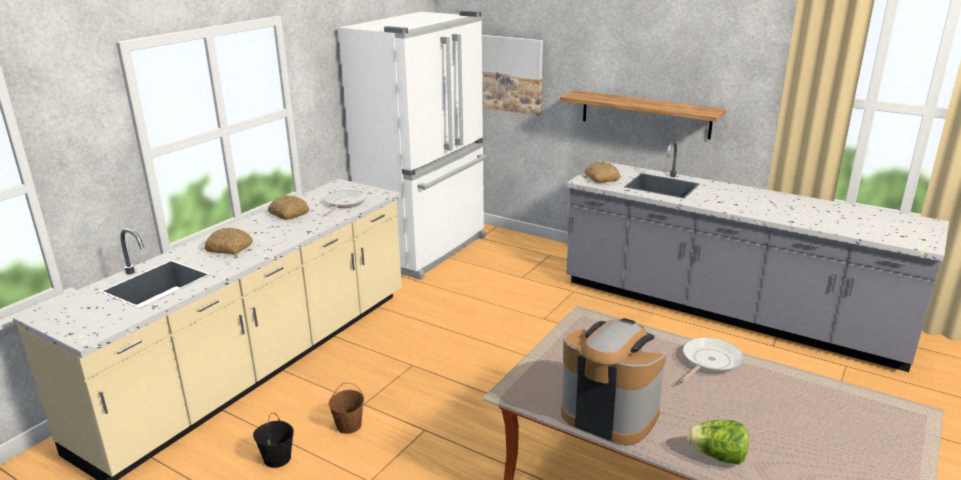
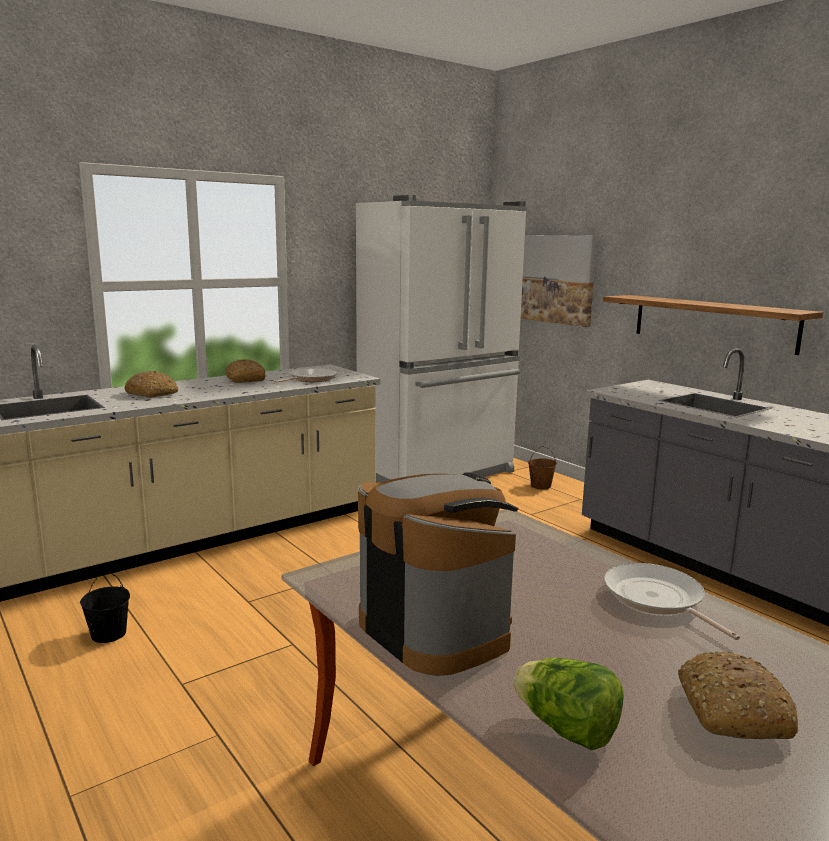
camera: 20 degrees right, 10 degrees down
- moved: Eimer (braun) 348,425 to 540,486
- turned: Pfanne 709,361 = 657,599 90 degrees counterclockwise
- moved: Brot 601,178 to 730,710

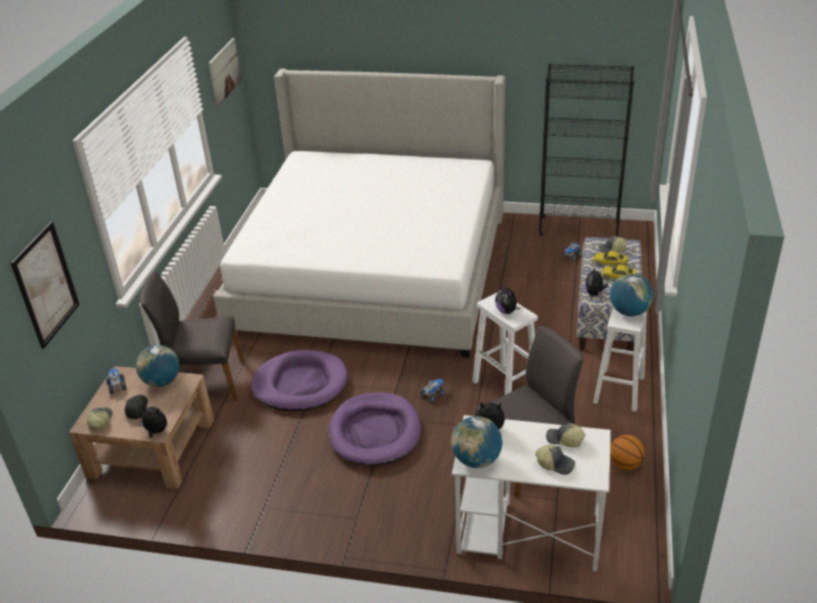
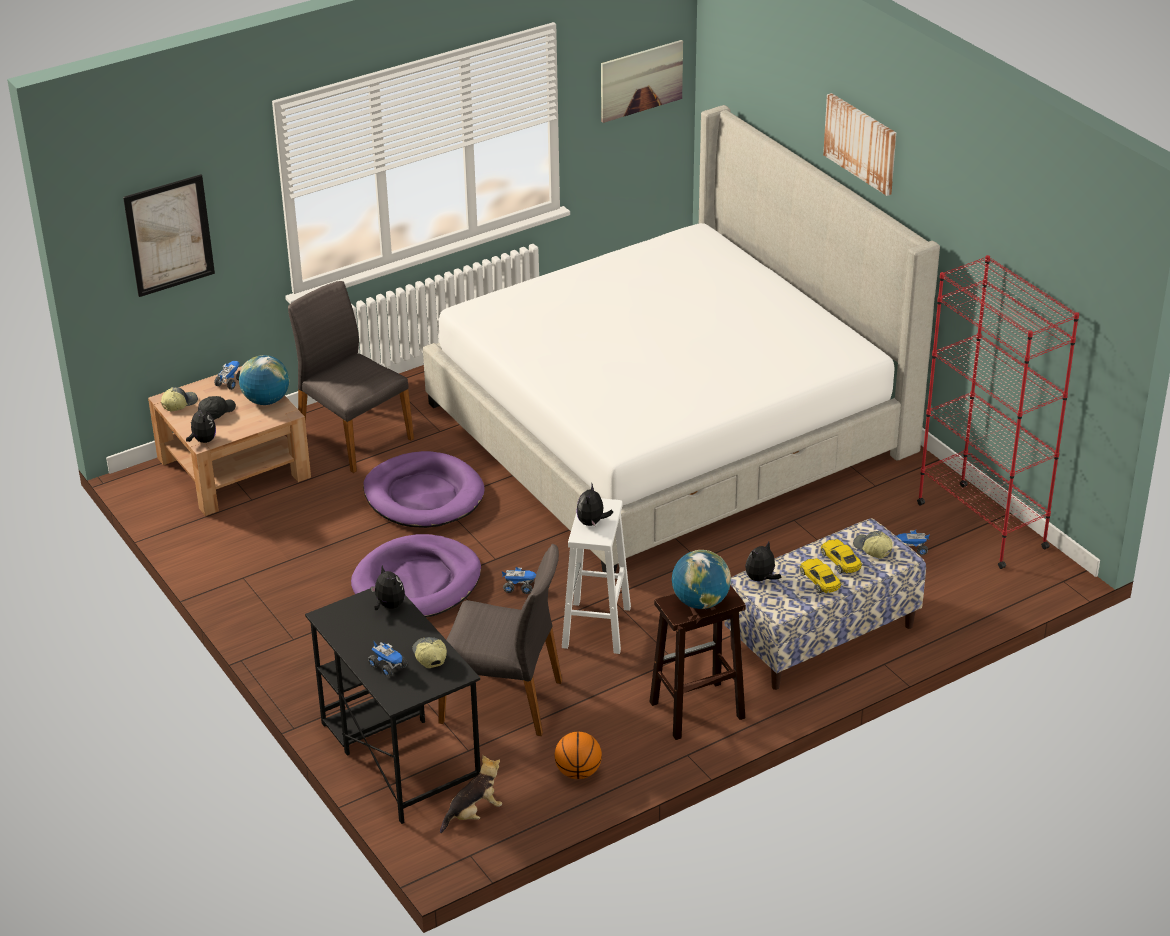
camera: 45 degrees right, 0 degrees up
- recoloured: Schreibtisch (weiß) 527,533 to Schreibtisch (schwarz) 399,754
- replaced: Kappe 555,464 to Spielzeuglaster 388,666
- added: Plüschtier 474,813
- recoloured: Hocker (weiß) 619,390 to Hocker (braun) 696,711
- added: Bild 861,143
- recoloured: Bücherregal (schwarz) 578,228 to Bücherregal (rot) 981,525
- removed: Globus 476,460

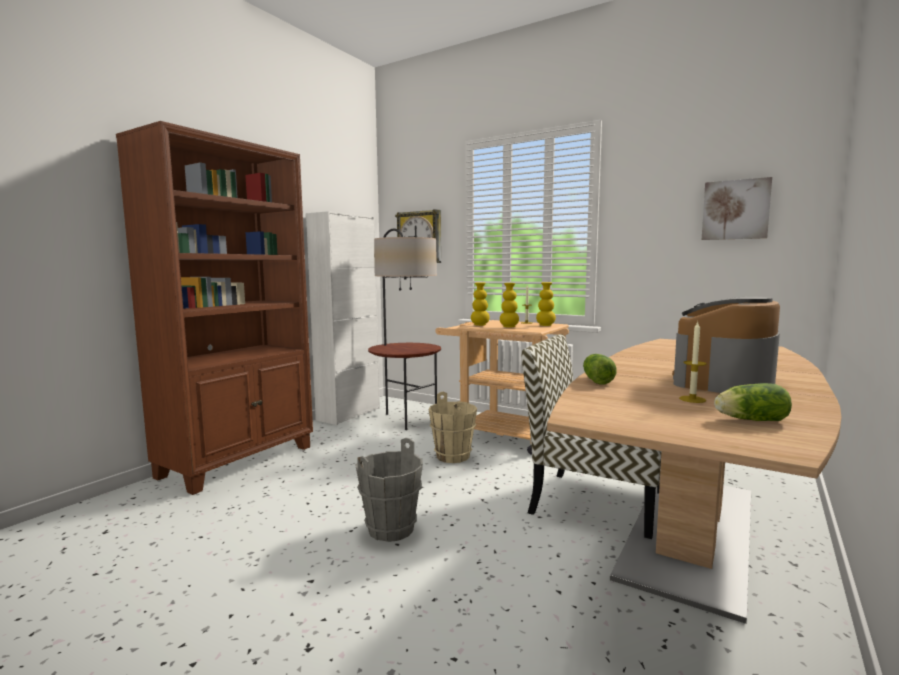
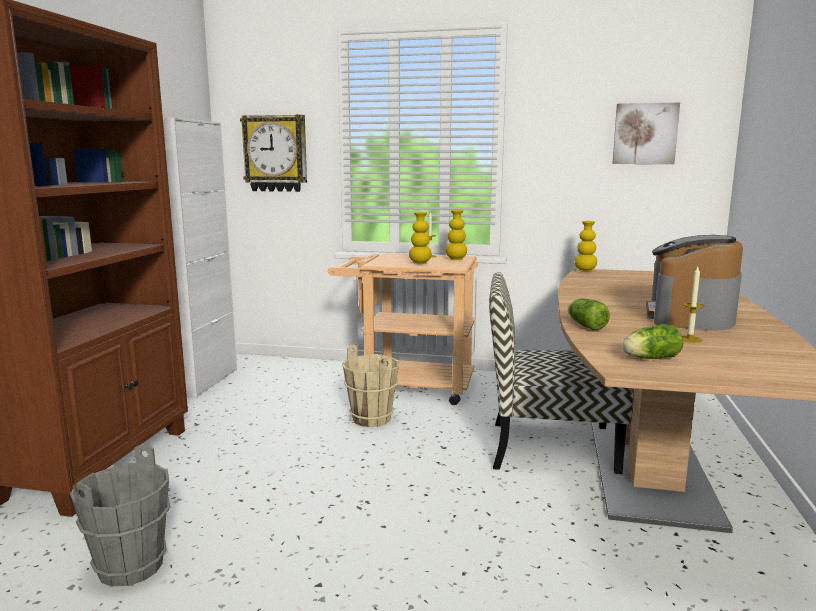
camera: 20 degrees left, 5 degrees up
- moved: Eimer (grau) 391,529 to 131,567
- moved: Vase (gelb) 480,325 to 585,271
- moved: Salatkopf 748,420 to 649,358
- removed: Stehlampe 406,420

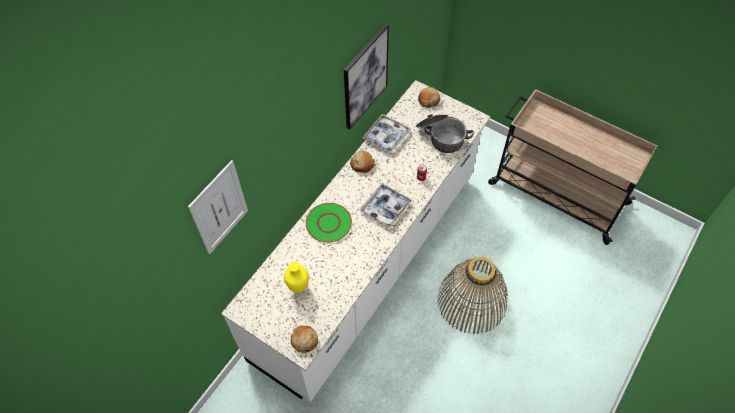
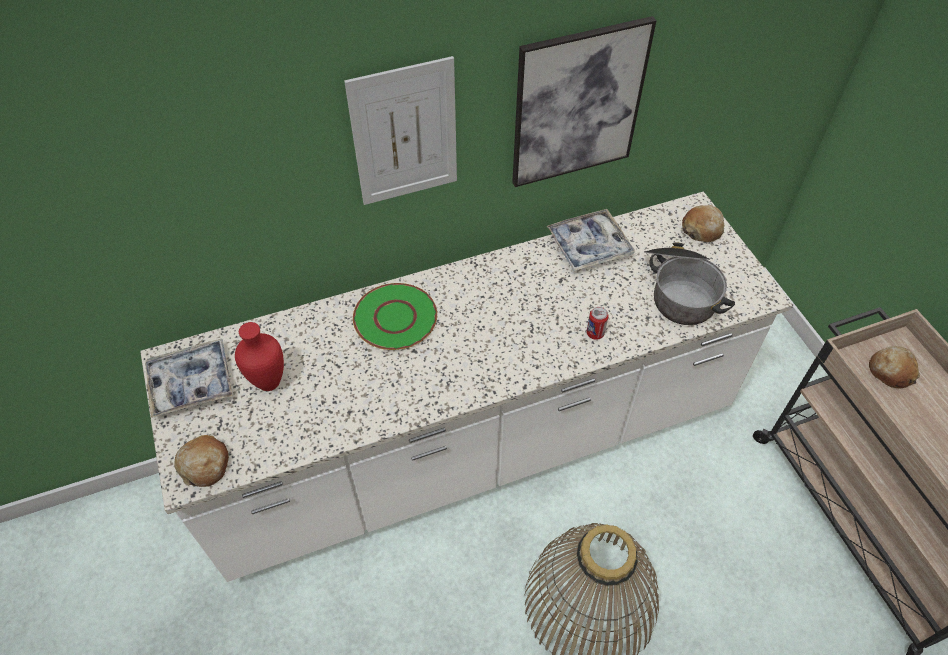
camera: 35 degrees right, 5 degrees down
- moved: Tablett 385,208 to 191,383
- recoloured: Vase (gelb) 299,288 to Vase (rot) 270,383
- moved: Bild 219,208 to 405,134
- moved: Brot 362,164 to 890,371

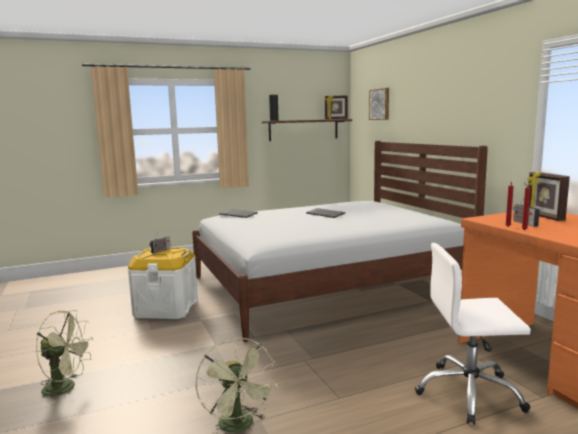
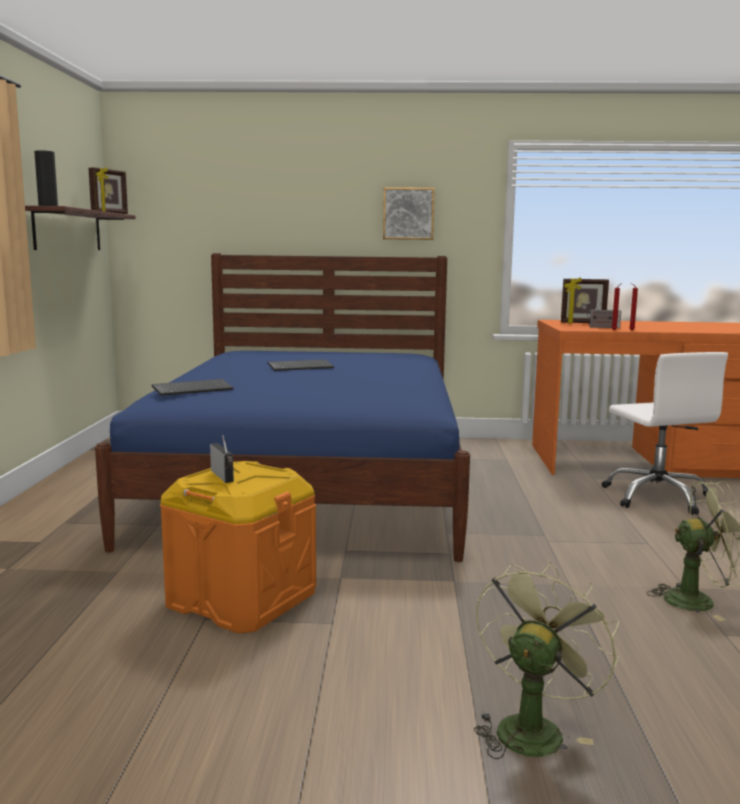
camera: 65 degrees left, 0 degrees up
- recoloured: Bett (weiß) 327,285 to Bett (blau) 311,483
- recoloured: Aufbewahrungsbox (weiß) 166,308 to Aufbewahrungsbox (orange) 241,599
- moved: Bild 380,104 to 408,213
- turned: Bürostuhl (weiß) 469,393 = 657,497 45 degrees counterclockwise

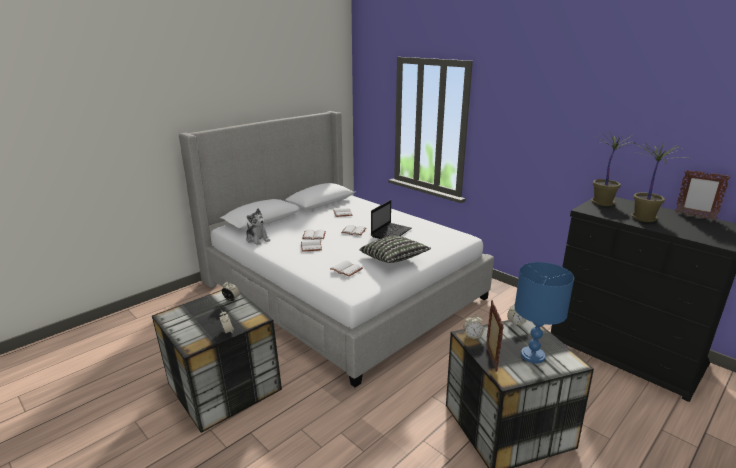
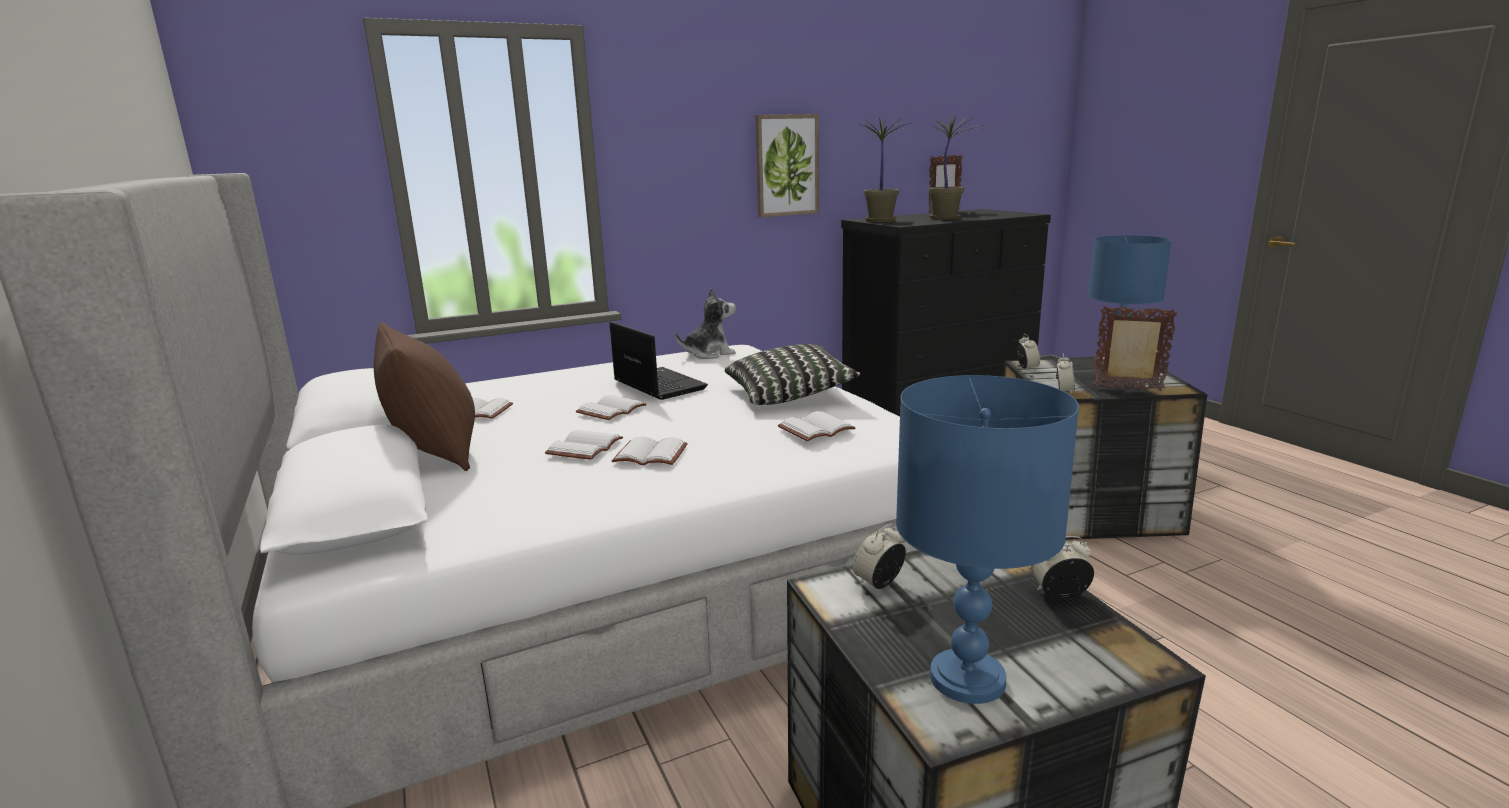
camera: 70 degrees left, 5 degrees down
- added: Kissen (braun) 435,452
- moved: Plüschtier 257,239 to 709,354
- added: Bild 787,165
- added: Tischlampe (blau) 969,678

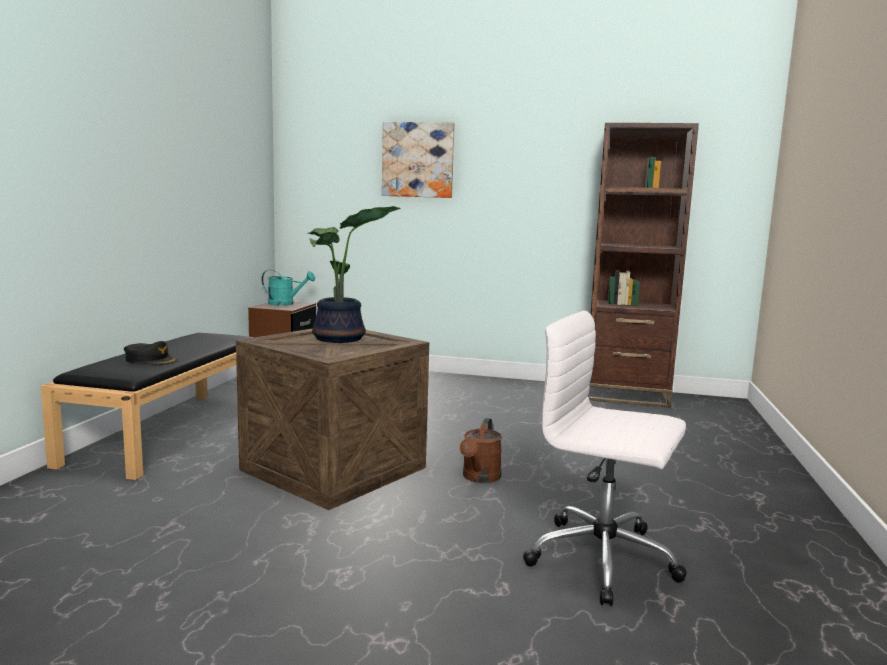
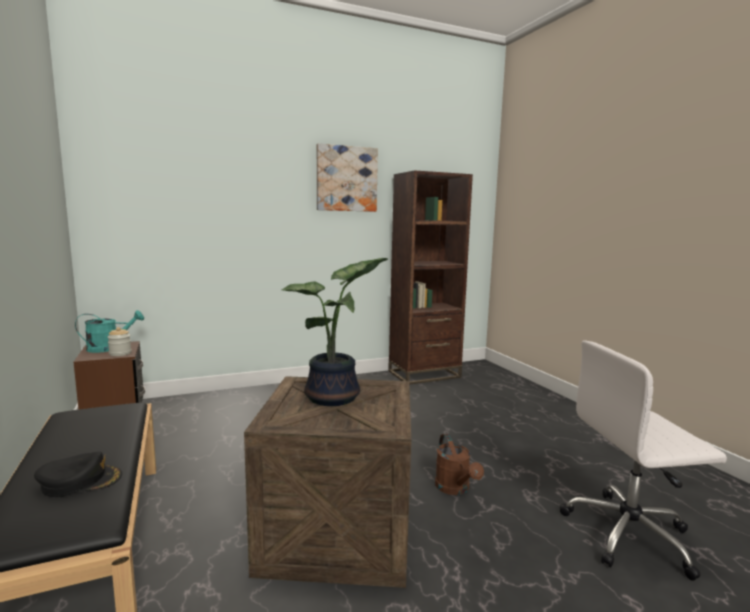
camera: 35 degrees left, 0 degrees up
- added: Vorratsglas 120,353
- moved: Bild 418,160 to 346,179

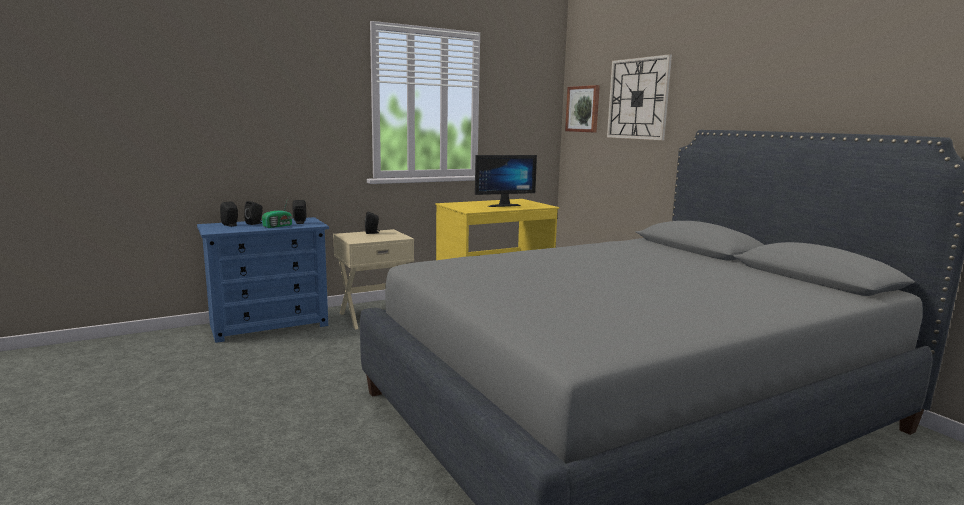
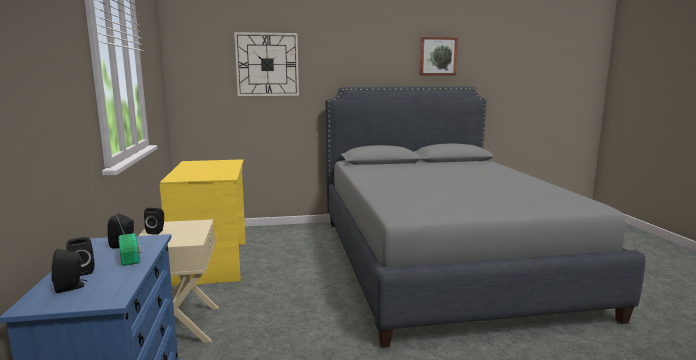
camera: 70 degrees left, 0 degrees up
- moved: Bild 583,109 to 437,56
- removed: Monitor 502,205

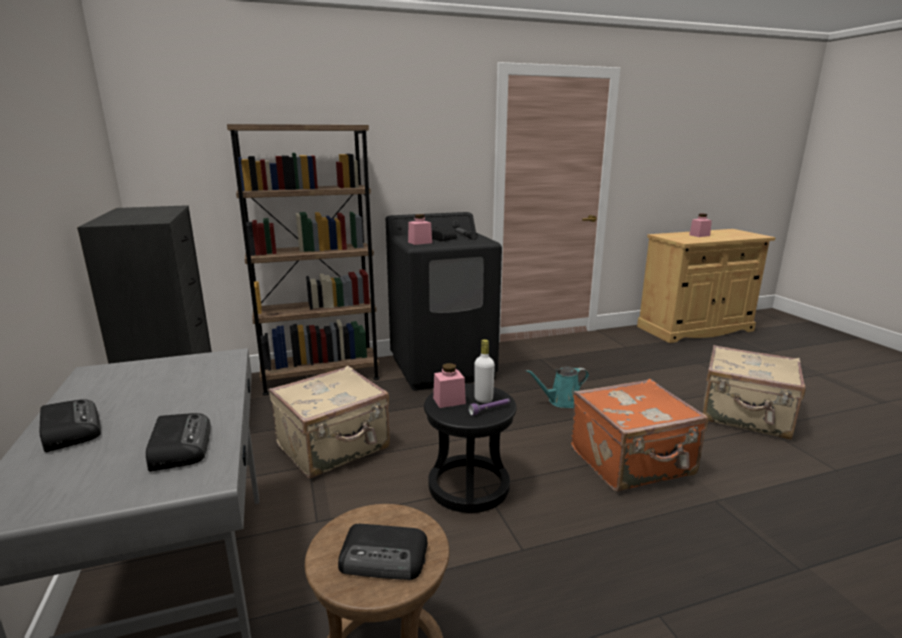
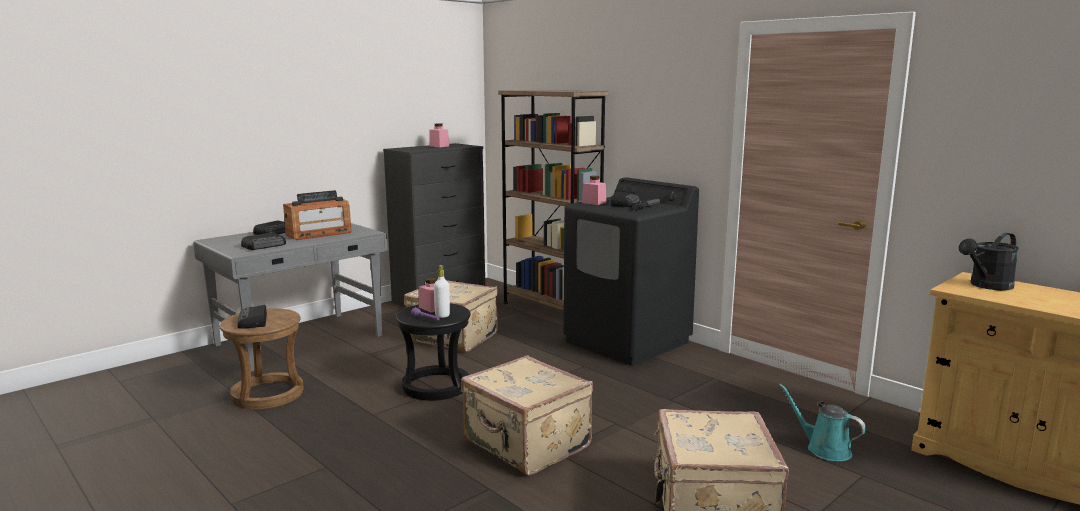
camera: 65 degrees right, 5 degrees down
- added: Radio 319,234
- moved: Vorratsglas (rosa) 699,235 to 439,146
- recoloured: Koffer (orange) 632,462 to Koffer (beige) 526,445
- moved: Gießkanne (türkis) 561,402 to 824,449
- added: Gießkanne (schwarz) 987,286

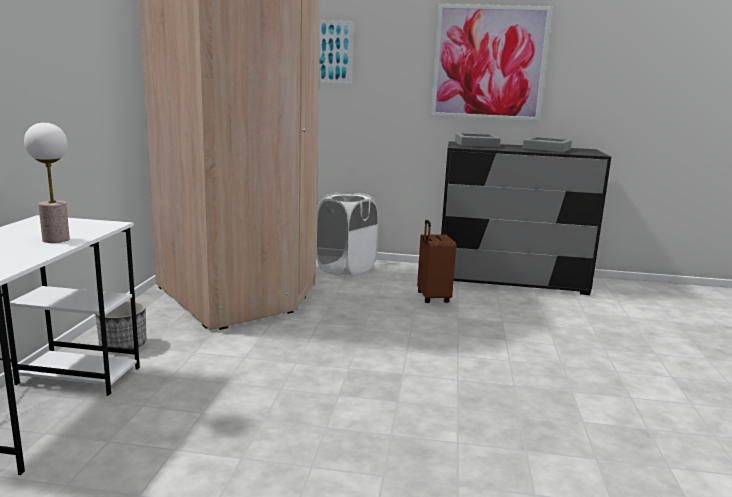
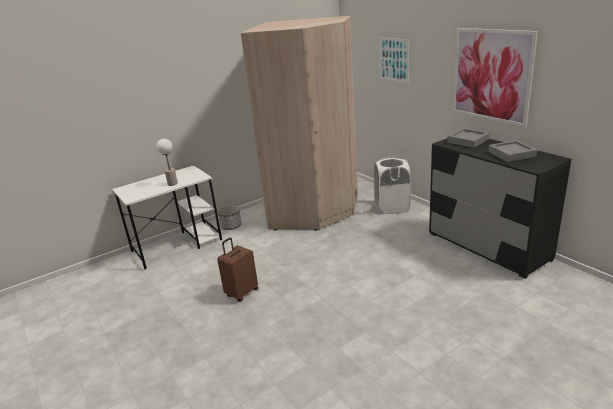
camera: 50 degrees right, 10 degrees up
- moved: Koffer (braun) 432,298 to 241,293

